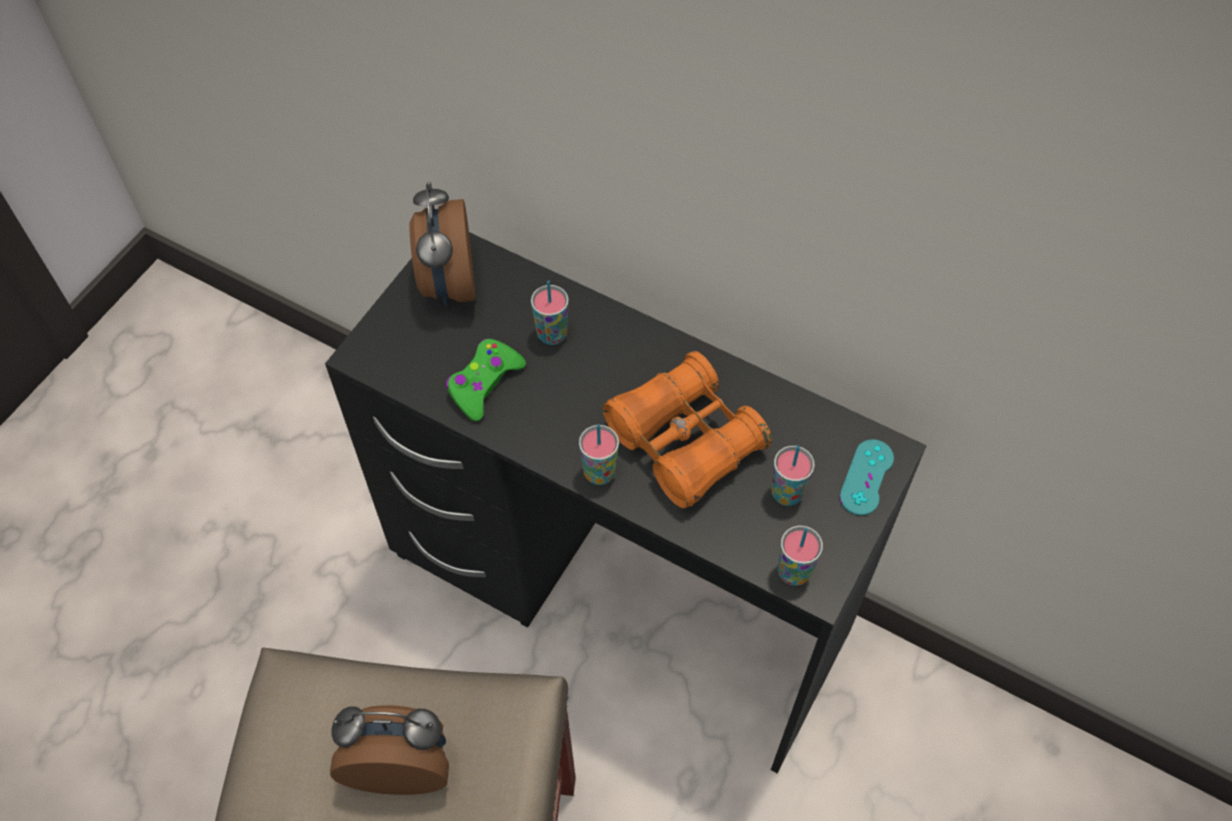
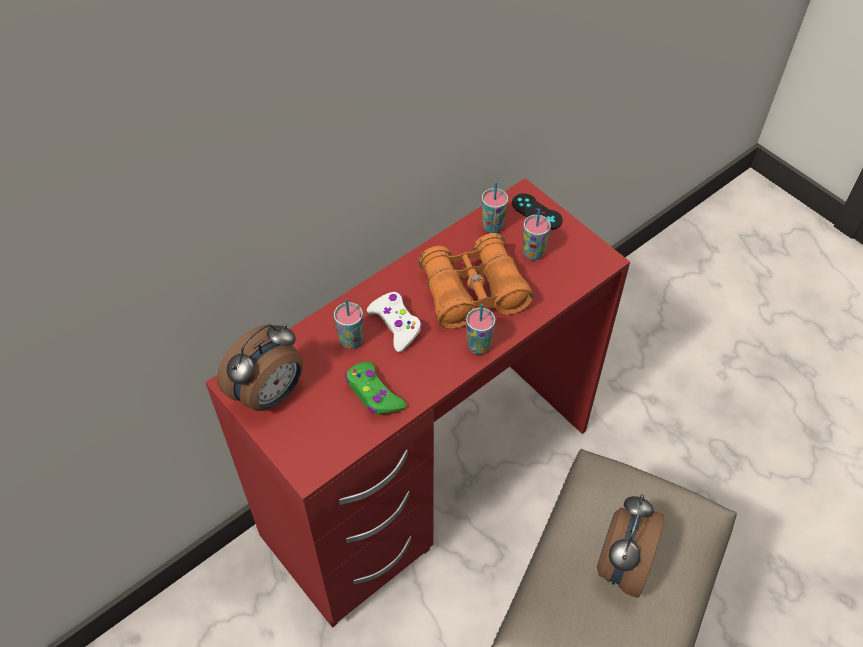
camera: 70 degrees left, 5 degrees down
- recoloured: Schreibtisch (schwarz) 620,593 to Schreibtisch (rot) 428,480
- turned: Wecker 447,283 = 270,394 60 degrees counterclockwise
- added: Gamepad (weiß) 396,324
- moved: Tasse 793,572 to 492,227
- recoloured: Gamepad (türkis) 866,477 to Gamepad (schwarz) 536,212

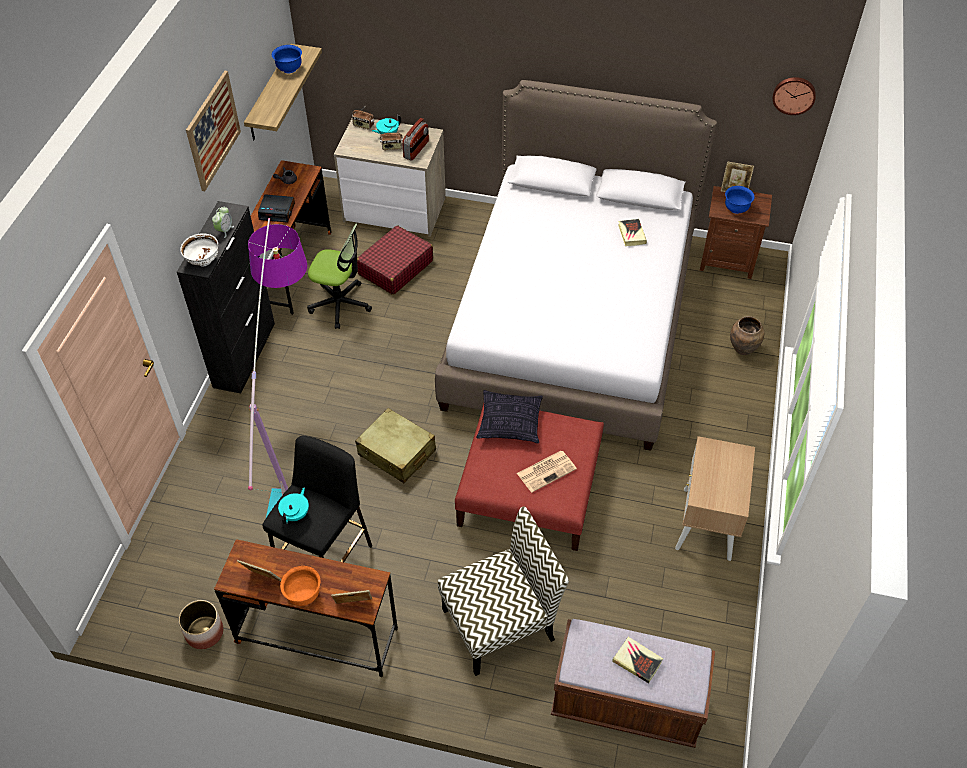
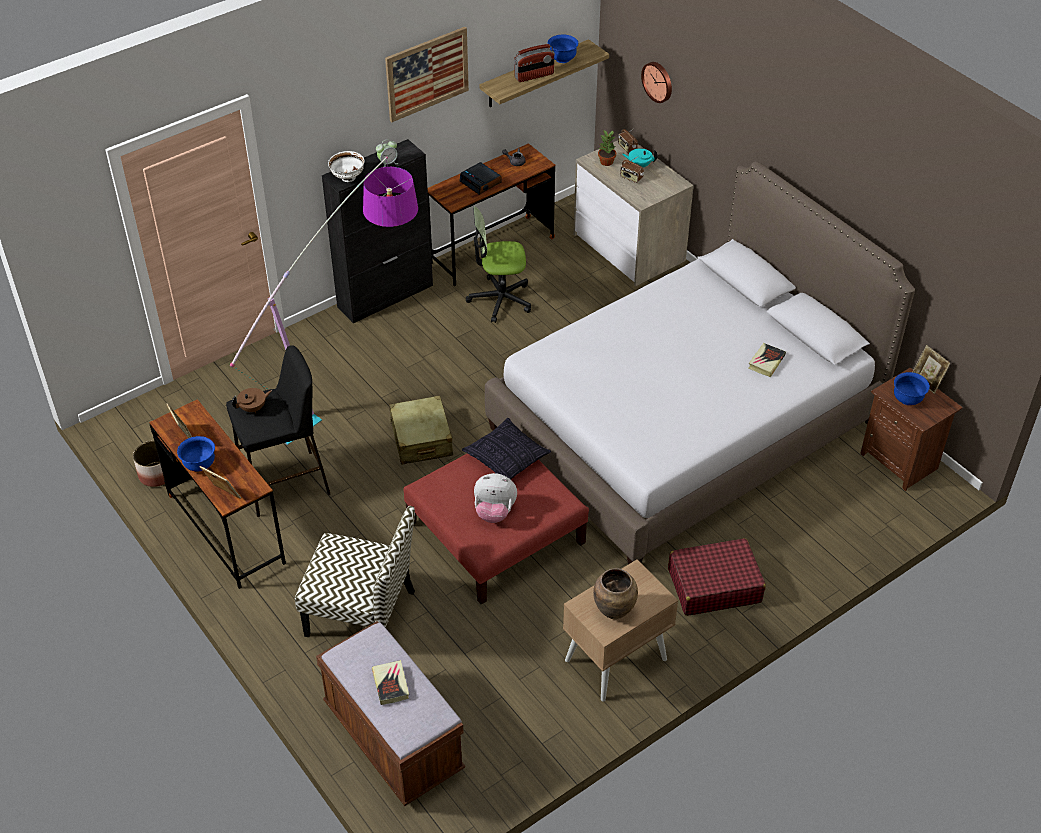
camera: 40 degrees right, 5 degrees down
- recoloured: Schüssel (orange) 303,595 to Schüssel (blau) 199,464
- recoloured: Teekanne (türkis) 296,514 to Teekanne (braun) 253,408
- turned: Bürostuhl 340,304 = 500,299 120 degrees clockwise
- replaced: Zeitung 547,471 to Plüschtier 494,512
- moved: Radio 416,150 to 534,76
- moved: Vase (braun) 743,349 to 614,611
- added: Topfpflanze 606,162
- moved: Wanduhr 794,94 to 658,81
- moved: Koffer (rot) 395,268 to 714,585

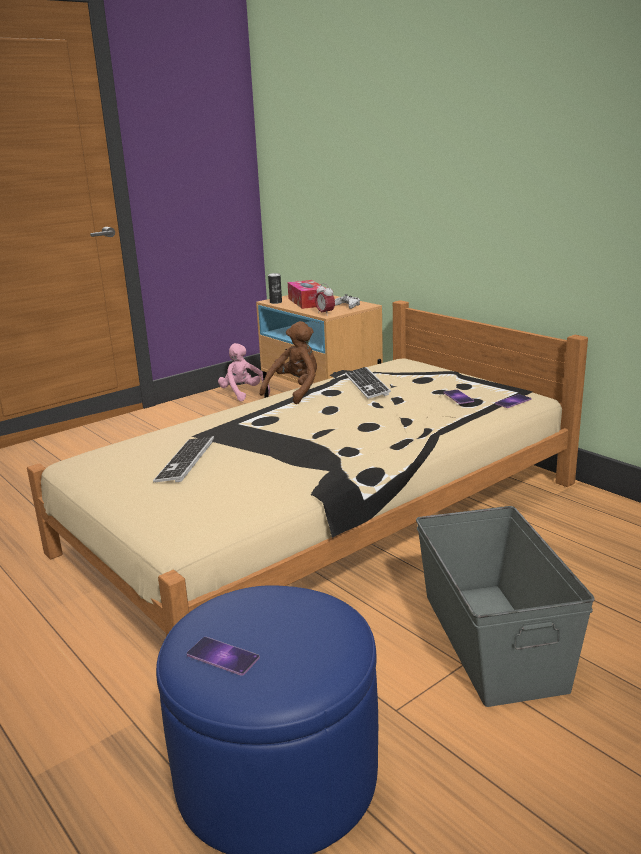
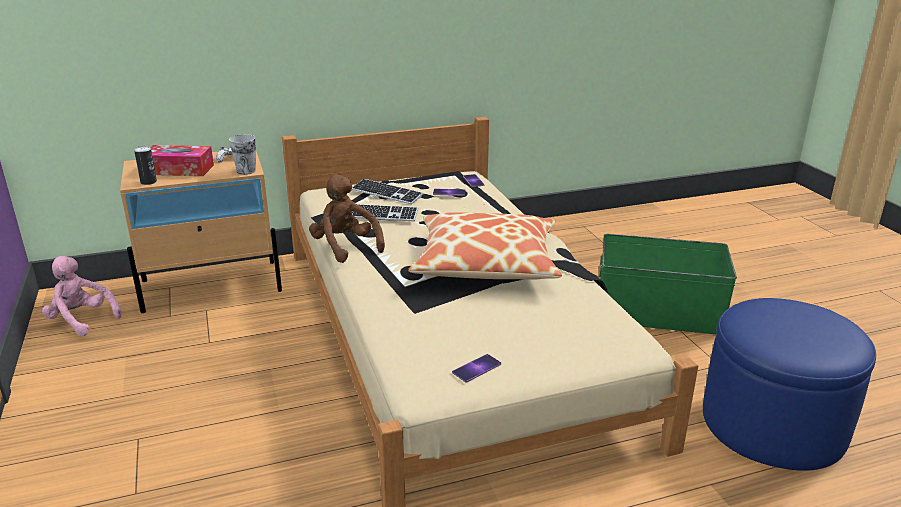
camera: 70 degrees left, 5 degrees up
- turned: Plüschtier (rosa) 243,394 = 82,320 45 degrees clockwise
- replaced: Wecker 325,314 to Tasse 246,171
- moved: Tastatur 185,461 to 386,193
- added: Kissen 486,262
- moved: Handy 223,656 to 476,368
- recoloured: Aufbewahrungsbox (grau) 491,640 to Aufbewahrungsbox (grün) 658,314

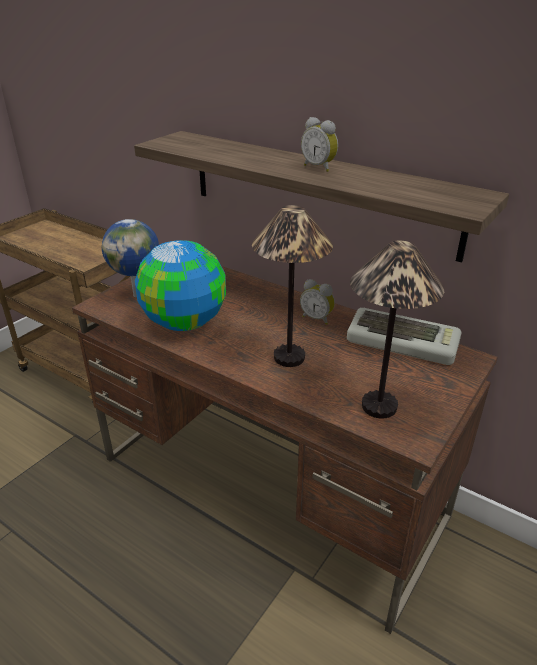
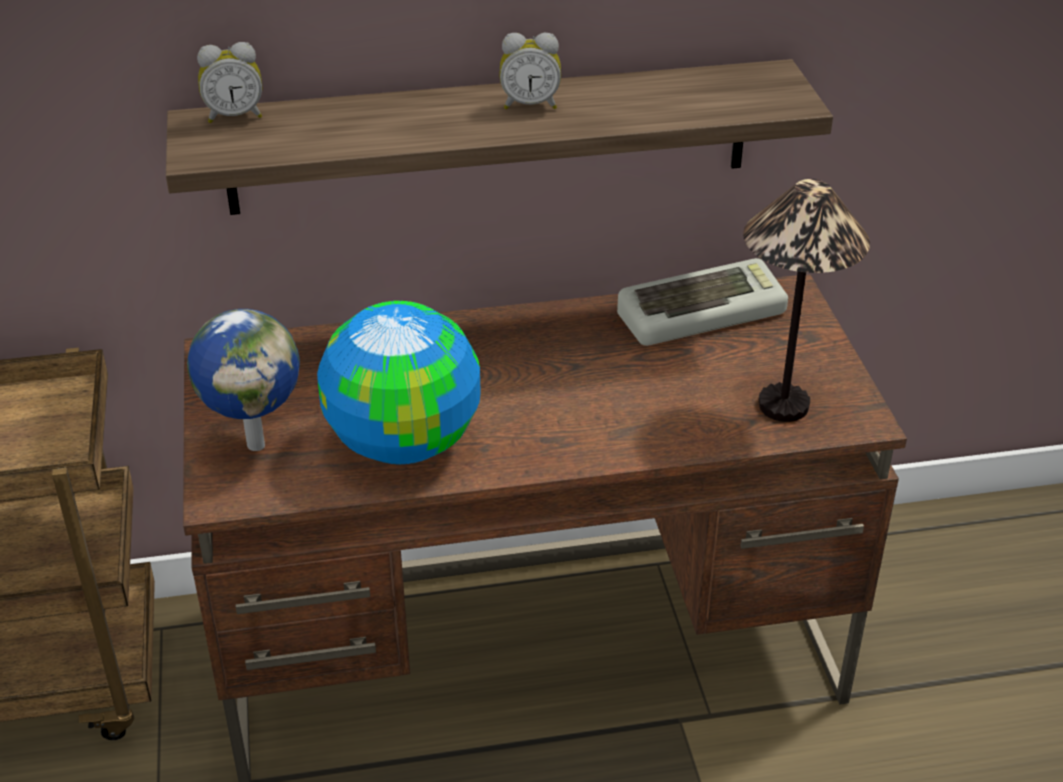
camera: 45 degrees left, 5 degrees up
- moved: Wecker 317,318 to 234,116
- removed: Tischlampe 289,358

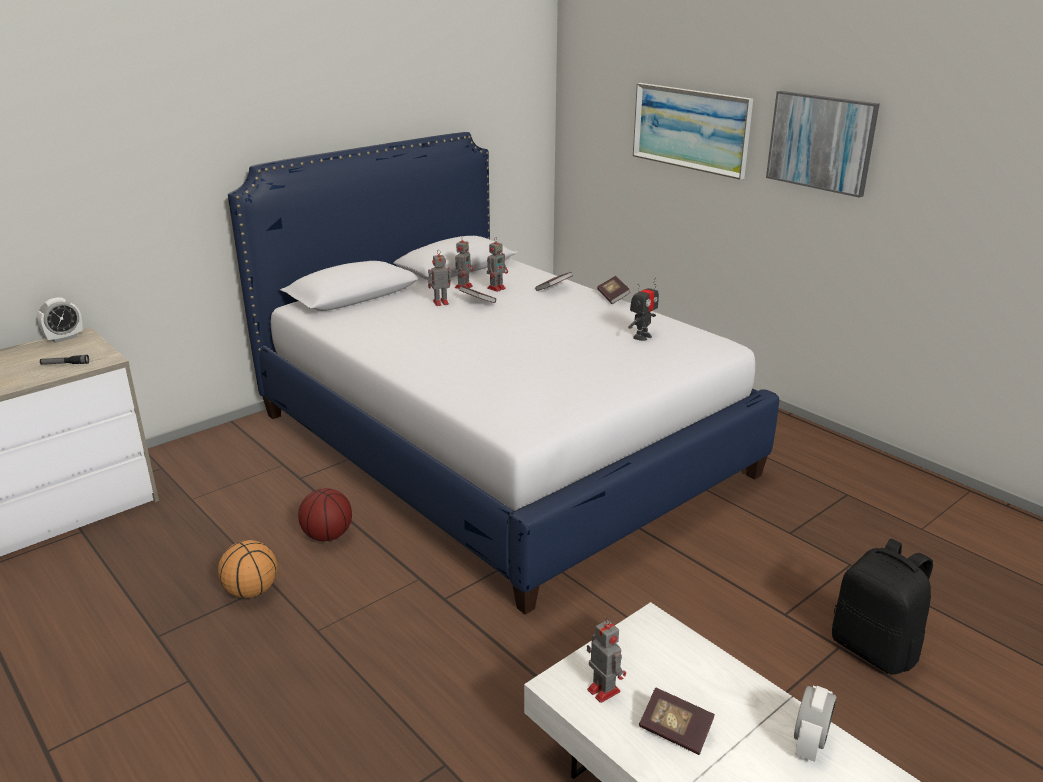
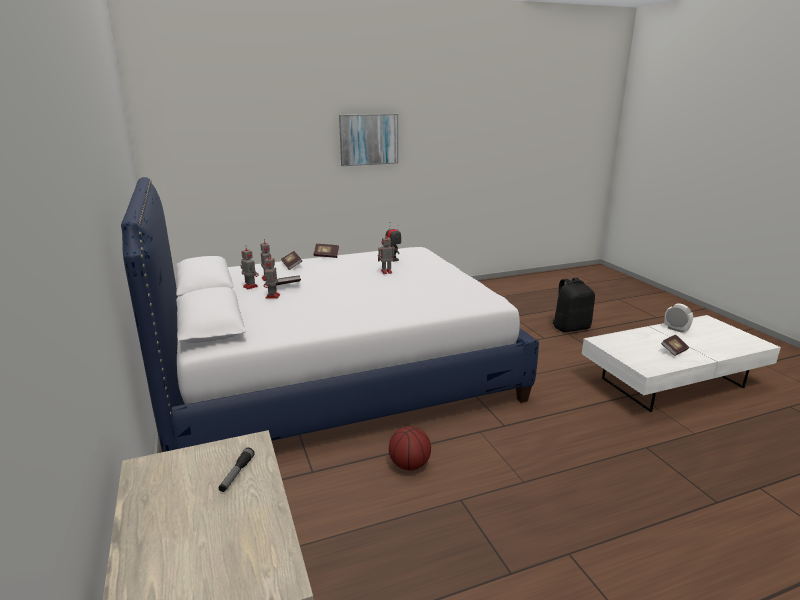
camera: 70 degrees left, 5 degrees down
- moved: Spielzeugroboter 602,689 to 385,272
- removed: Wecker 64,338
- removed: Basketball 252,590
- removed: Bild 690,129

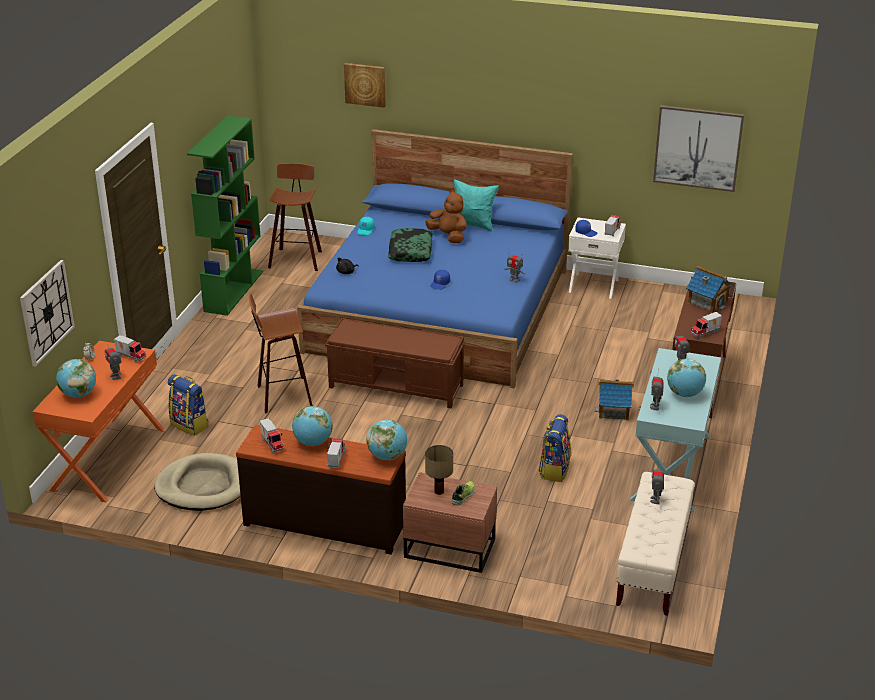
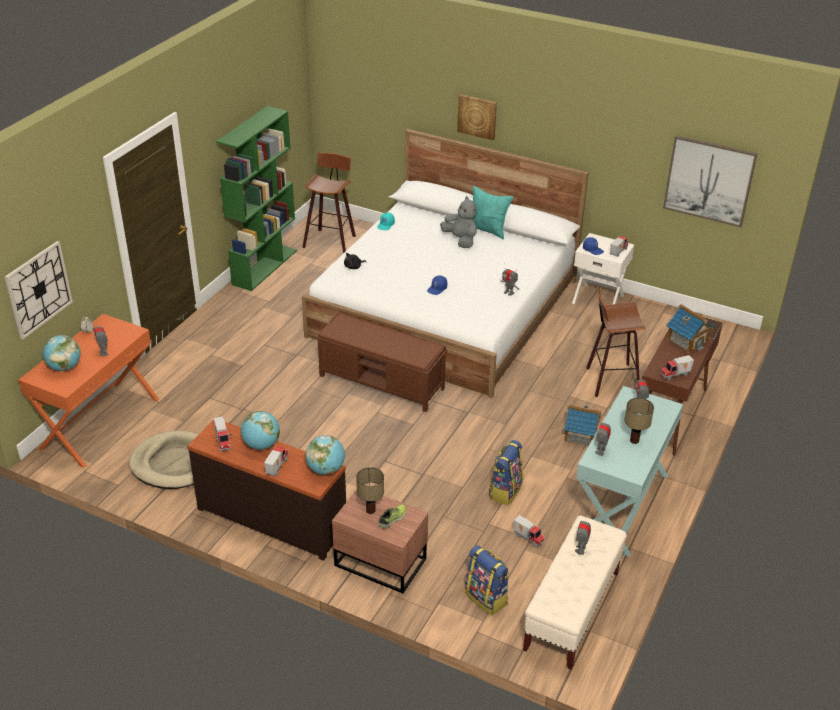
camera: 10 degrees right, 5 degrees up
- recoloured: Bett (blau) 440,310 to Bett (weiß) 445,308
- recoloured: Plüschtier (braun) 448,236 to Plüschtier (grau) 460,240
- moved: Bild 365,84 to 477,116
- moved: Rucksack 190,425 to 487,598
- moved: Spielzeuglaster 131,356 to 528,538
- moved: Hocker 282,396 to 610,381
- replaced: Globus 684,394 to Tischlampe 634,441
- removed: Kissen 410,251

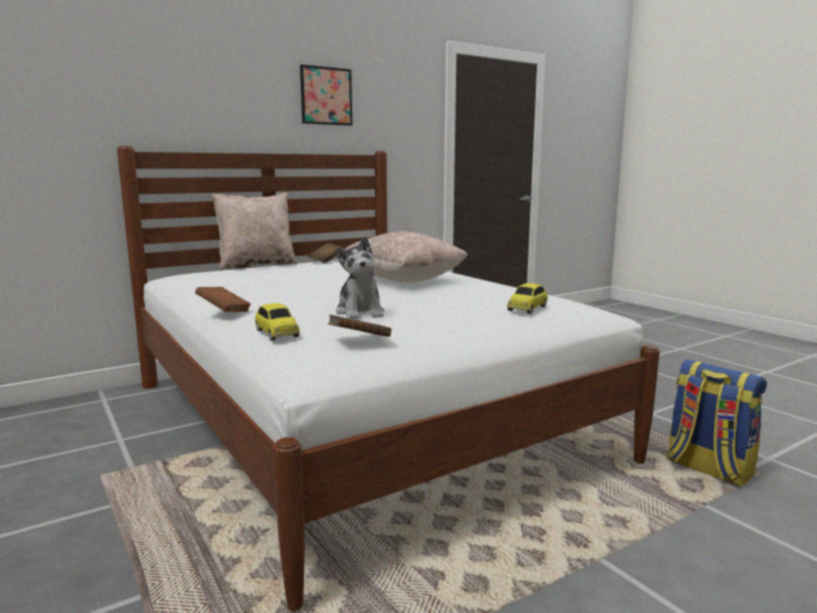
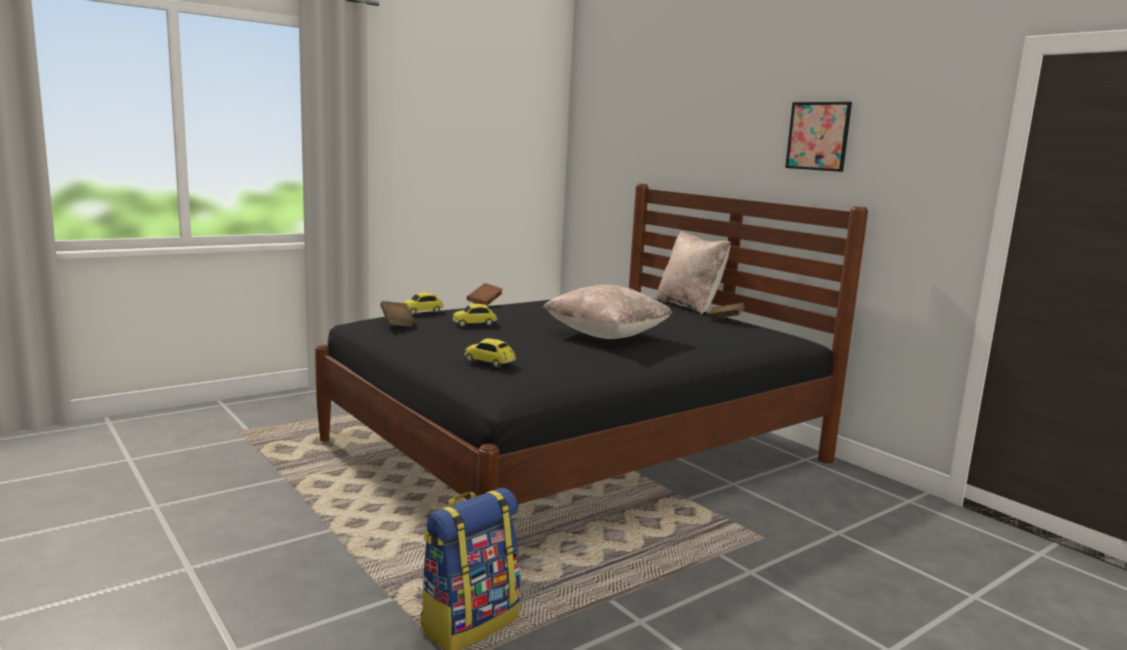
camera: 85 degrees right, 0 degrees up
- recoloured: Bett (weiß) 357,419 to Bett (schwarz) 577,451
- replaced: Plüschtier 360,312 to Spielzeugauto 474,324

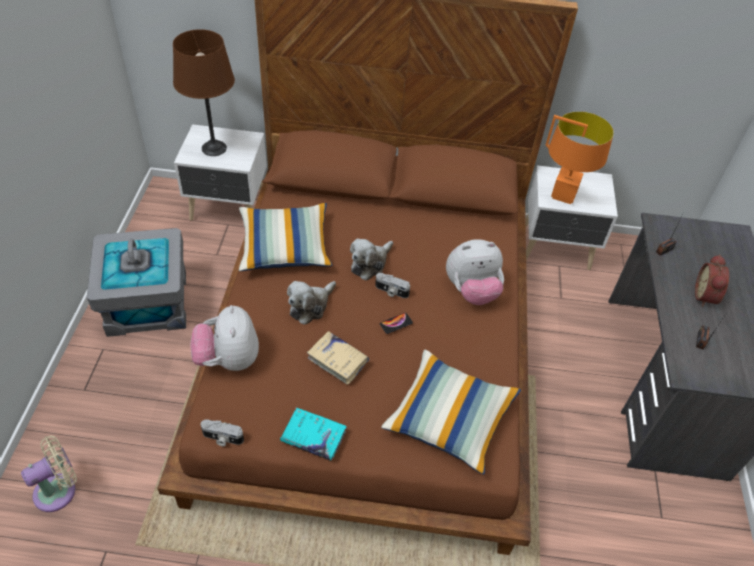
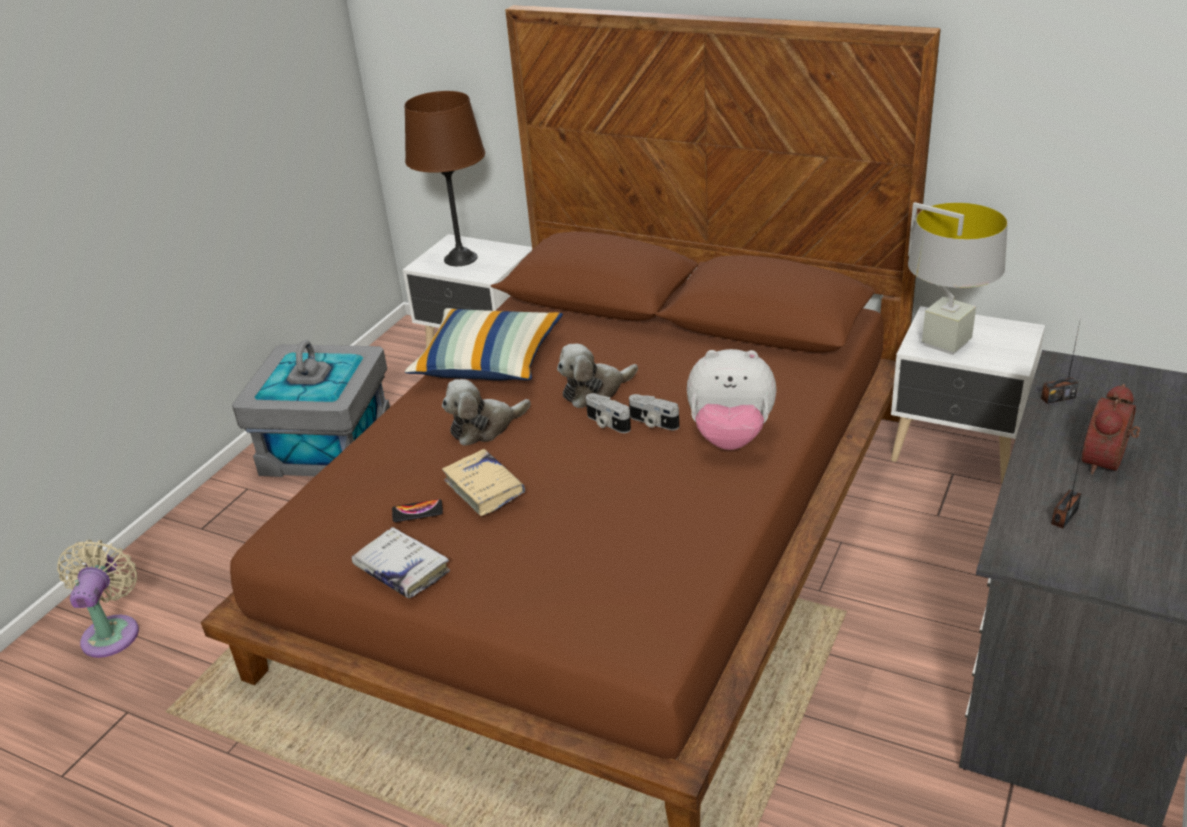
camera: 25 degrees right, 15 degrees down
- turned: Ventilator (beige) 59,490 = 112,632 75 degrees counterclockwise
- recoloured: Buch (türkis) 313,437 to Buch (weiß) 402,570
- moved: Handy 396,323 to 417,511
- moved: Kamera 222,438 to 653,423
- recoloured: Tischlampe (orange) 563,195 to Tischlampe (grau) 945,343
- removed: Plüschtier 228,359
- removed: Kissen 450,418

